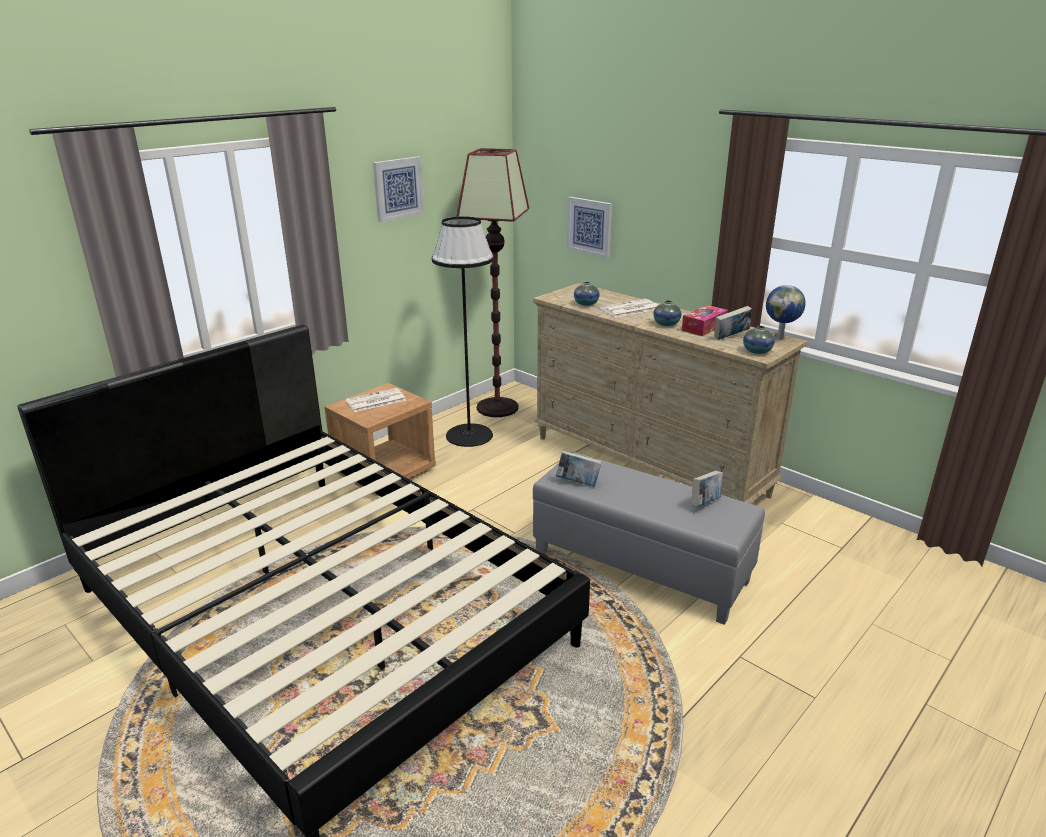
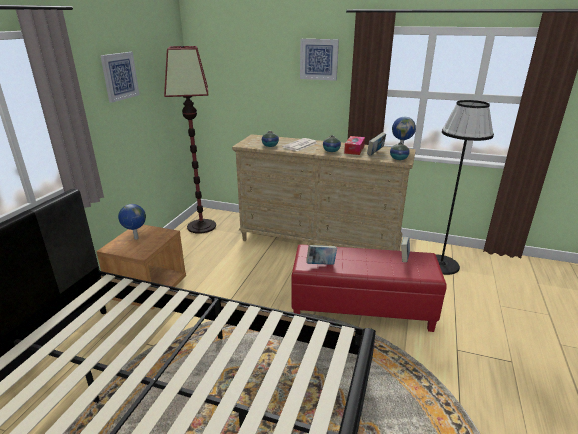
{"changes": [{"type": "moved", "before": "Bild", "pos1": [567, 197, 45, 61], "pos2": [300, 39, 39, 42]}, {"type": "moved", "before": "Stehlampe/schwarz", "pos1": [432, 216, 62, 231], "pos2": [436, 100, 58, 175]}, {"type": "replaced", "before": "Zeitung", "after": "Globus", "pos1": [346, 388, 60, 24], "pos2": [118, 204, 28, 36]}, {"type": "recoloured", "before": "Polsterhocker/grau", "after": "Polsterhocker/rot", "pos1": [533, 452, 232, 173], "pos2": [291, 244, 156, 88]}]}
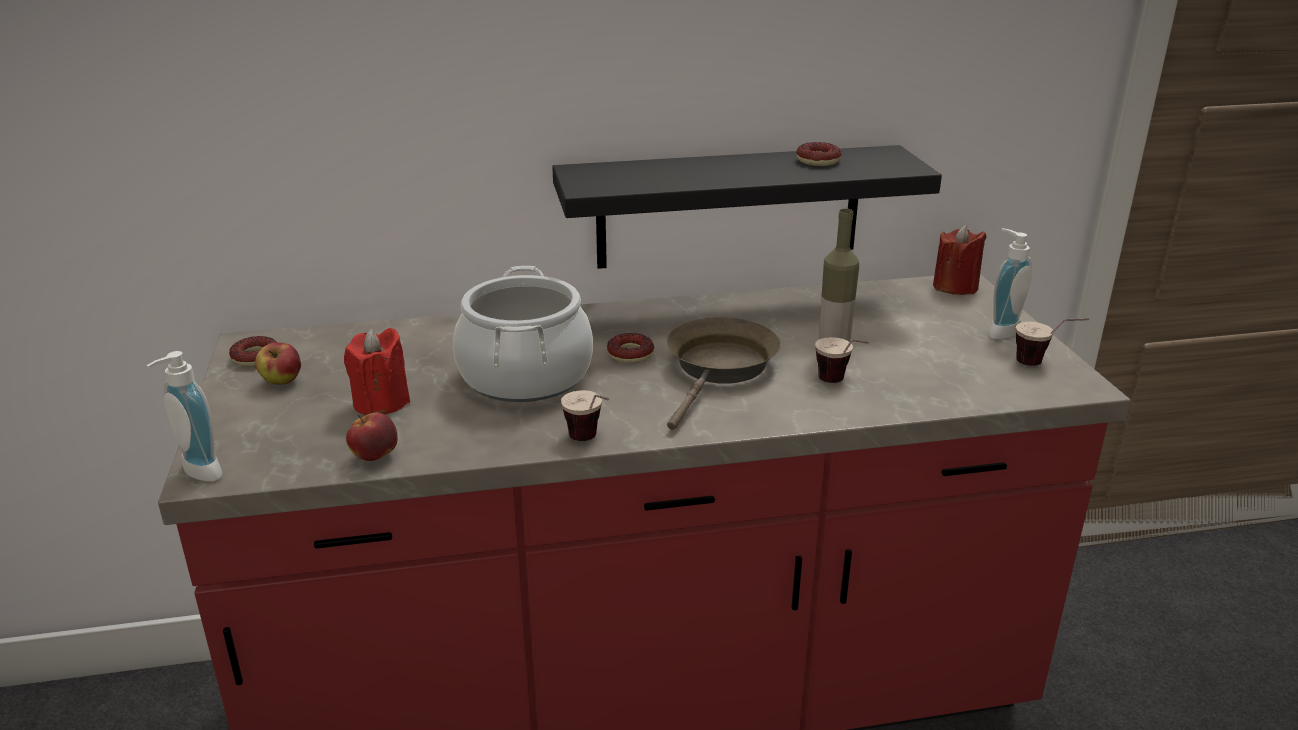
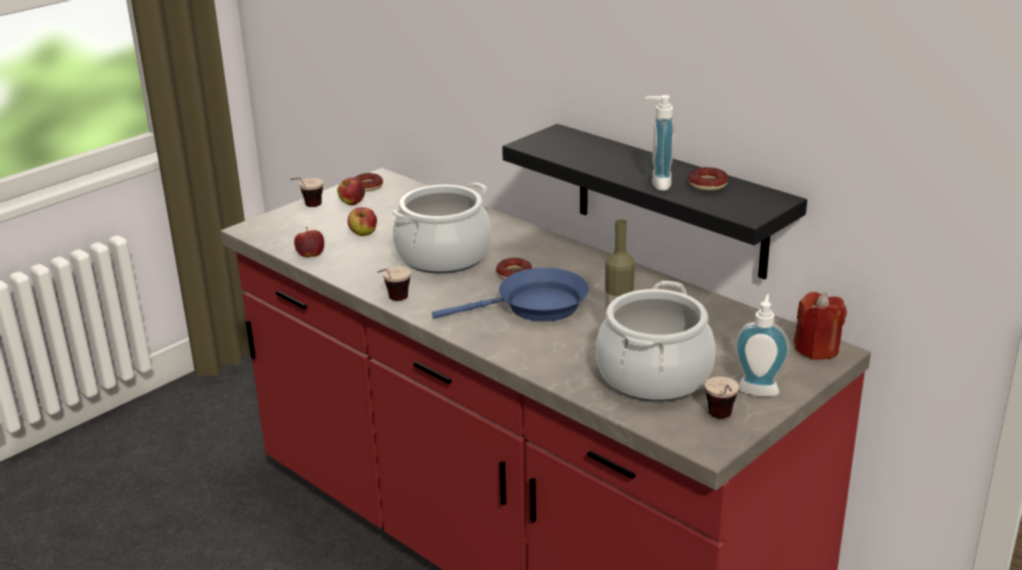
{"changes": [{"type": "recoloured", "before": "Pfanne/braun", "after": "Pfanne/blau", "pos1": [667, 317, 114, 113], "pos2": [432, 268, 157, 53]}, {"type": "replaced", "before": "Kerze/rot", "after": "Apfel", "pos1": [344, 328, 66, 87], "pos2": [348, 207, 29, 29]}, {"type": "moved", "before": "Tasse", "pos1": [815, 337, 54, 46], "pos2": [290, 178, 33, 29]}, {"type": "moved", "before": "Seifenspender", "pos1": [147, 351, 75, 131], "pos2": [645, 95, 29, 96]}, {"type": "added", "after": "Kochtopf", "pos2": [596, 281, 120, 121]}]}
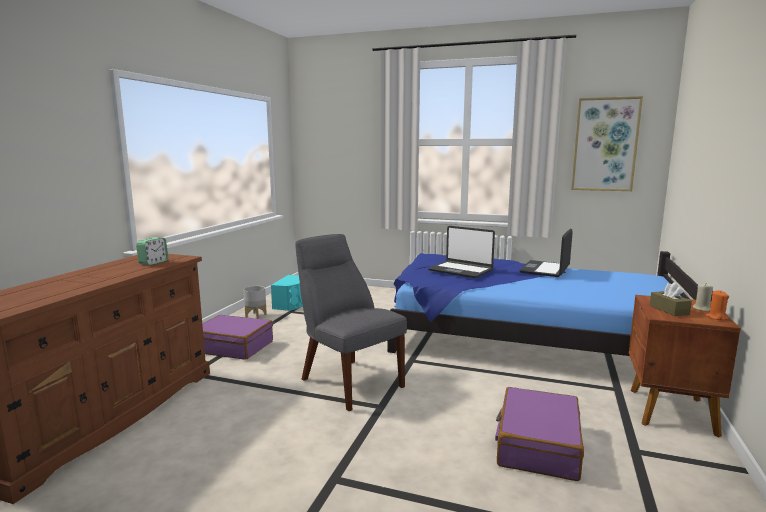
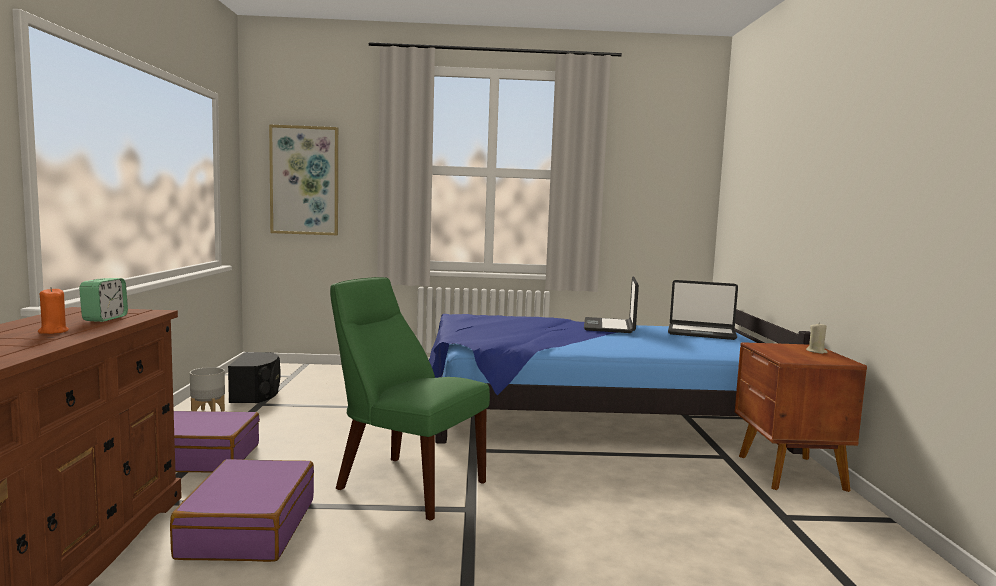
{"changes": [{"type": "moved", "before": "Bild", "pos1": [571, 96, 72, 95], "pos2": [269, 124, 69, 111]}, {"type": "moved", "before": "Laptop", "pos1": [428, 226, 67, 52], "pos2": [668, 280, 70, 60]}, {"type": "recoloured", "before": "Stuhl/grau", "after": "Stuhl/grün", "pos1": [296, 234, 111, 177], "pos2": [330, 277, 160, 244]}, {"type": "recoloured", "before": "Lautsprecher/türkis", "after": "Lautsprecher/schwarz", "pos1": [271, 275, 32, 36], "pos2": [228, 352, 53, 51]}, {"type": "removed", "before": "Taschentuchbox/braun", "pos1": [650, 282, 42, 34]}, {"type": "moved", "before": "Kerze/orange", "pos1": [705, 290, 24, 30], "pos2": [38, 287, 31, 47]}, {"type": "moved", "before": "Koffer/lila", "pos1": [495, 387, 89, 94], "pos2": [170, 459, 144, 103]}]}
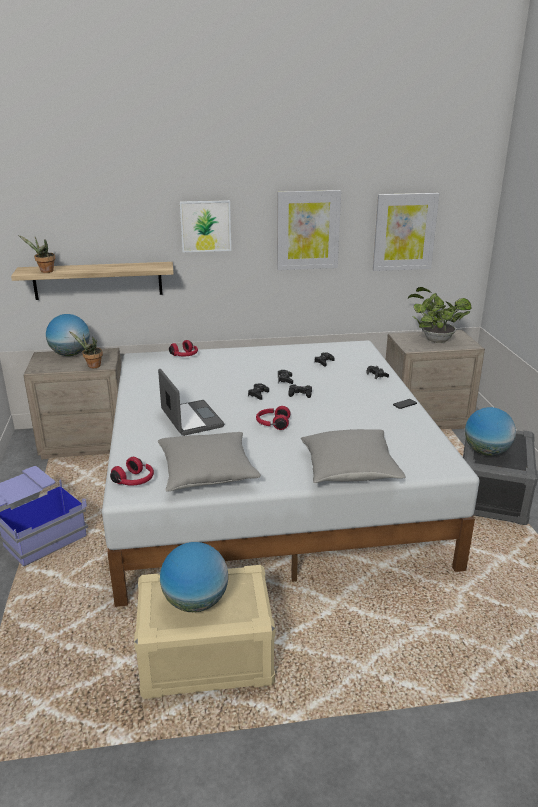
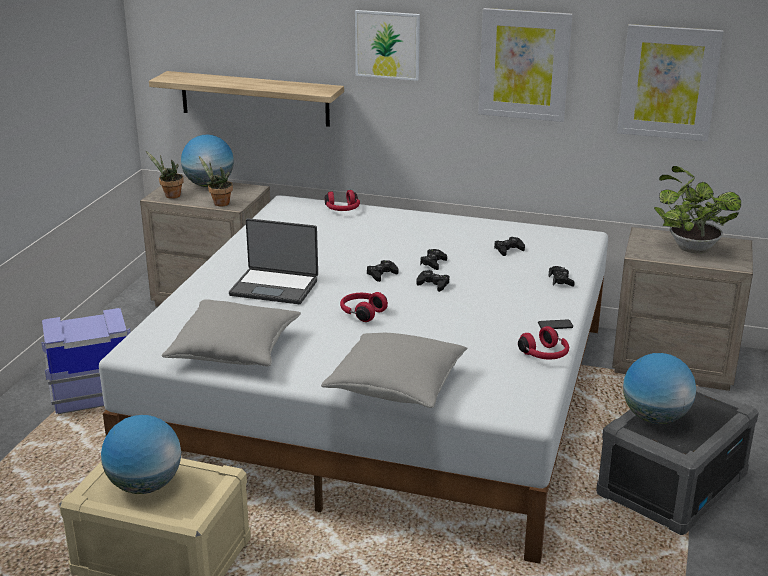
{"changes": [{"type": "moved", "before": "Topfpflanze", "pos1": [18, 235, 37, 38], "pos2": [146, 151, 38, 48]}, {"type": "turned", "before": "Laptop", "pos1": [158, 369, 66, 67], "pos2": [229, 218, 89, 86], "turn": 105}, {"type": "moved", "before": "Kopfhörer/rot", "pos1": [110, 457, 44, 29], "pos2": [518, 326, 51, 34]}]}
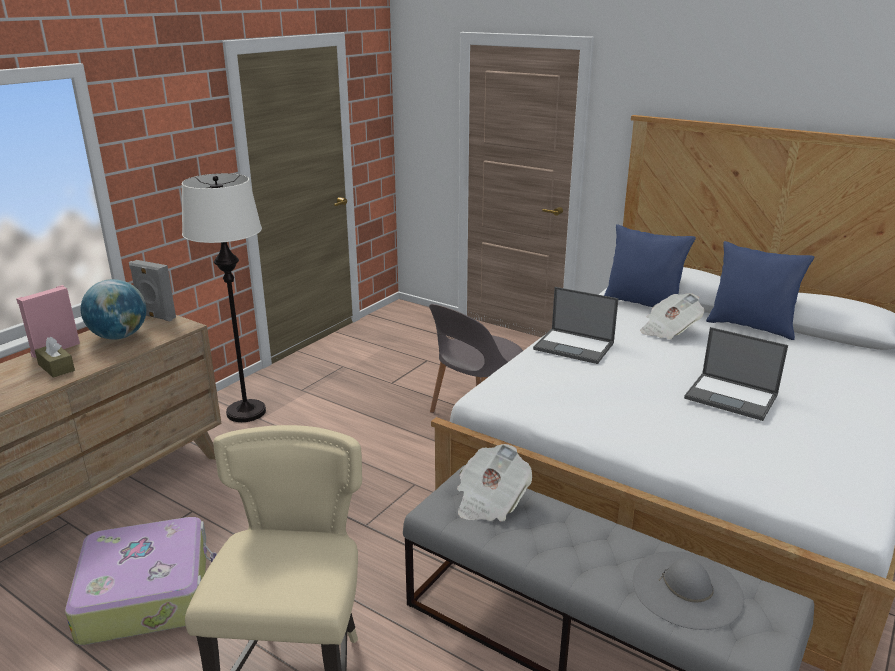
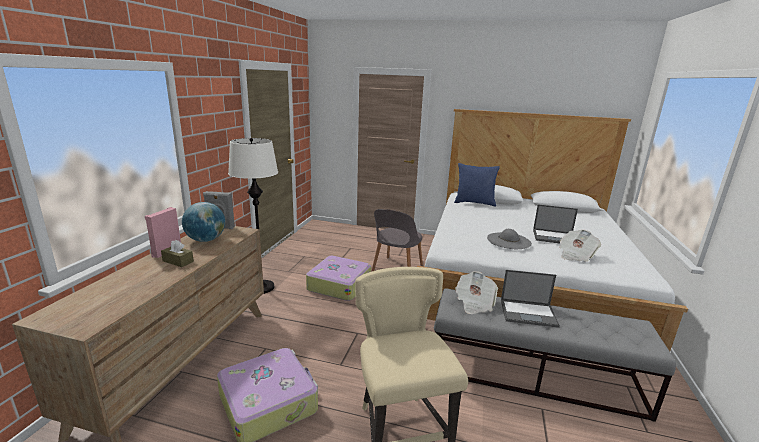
{"changes": [{"type": "removed", "before": "Kissen/blau", "pos1": [706, 241, 108, 99]}, {"type": "moved", "before": "Laptop", "pos1": [533, 287, 86, 77], "pos2": [501, 270, 59, 58]}, {"type": "moved", "before": "Zeitung", "pos1": [640, 293, 64, 46], "pos2": [559, 230, 42, 32]}, {"type": "moved", "before": "Hut/grau", "pos1": [633, 551, 111, 79], "pos2": [487, 229, 45, 20]}, {"type": "added", "after": "Koffer", "pos2": [306, 256, 65, 45]}]}
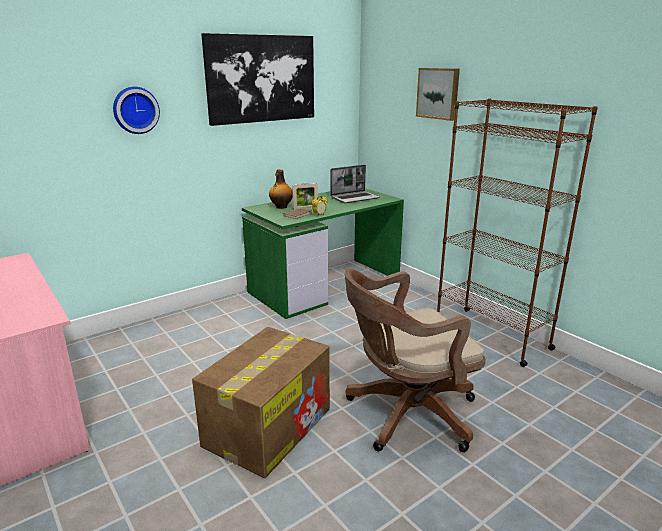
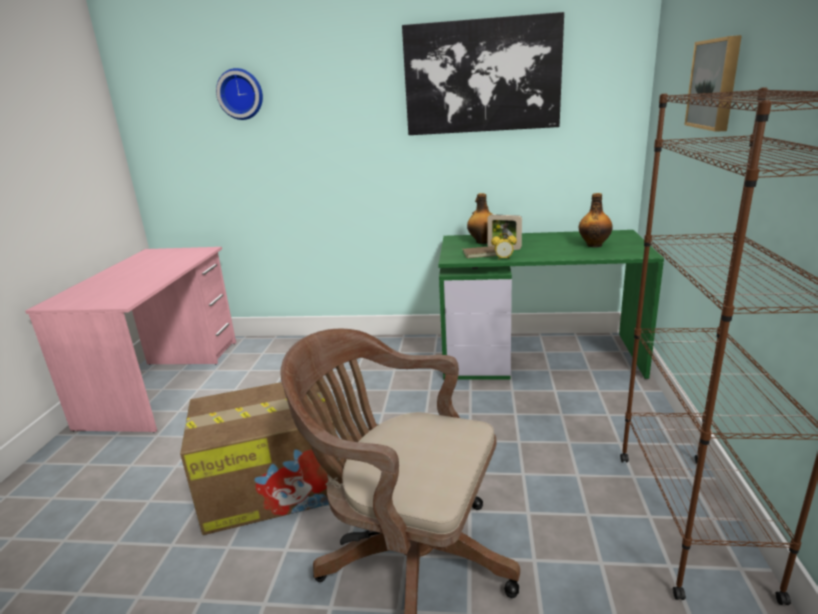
{"changes": [{"type": "moved", "before": "Wanduhr", "pos1": [113, 87, 47, 47], "pos2": [216, 68, 47, 52]}, {"type": "replaced", "before": "Laptop", "after": "Flasche", "pos1": [330, 165, 50, 38], "pos2": [579, 193, 34, 55]}]}
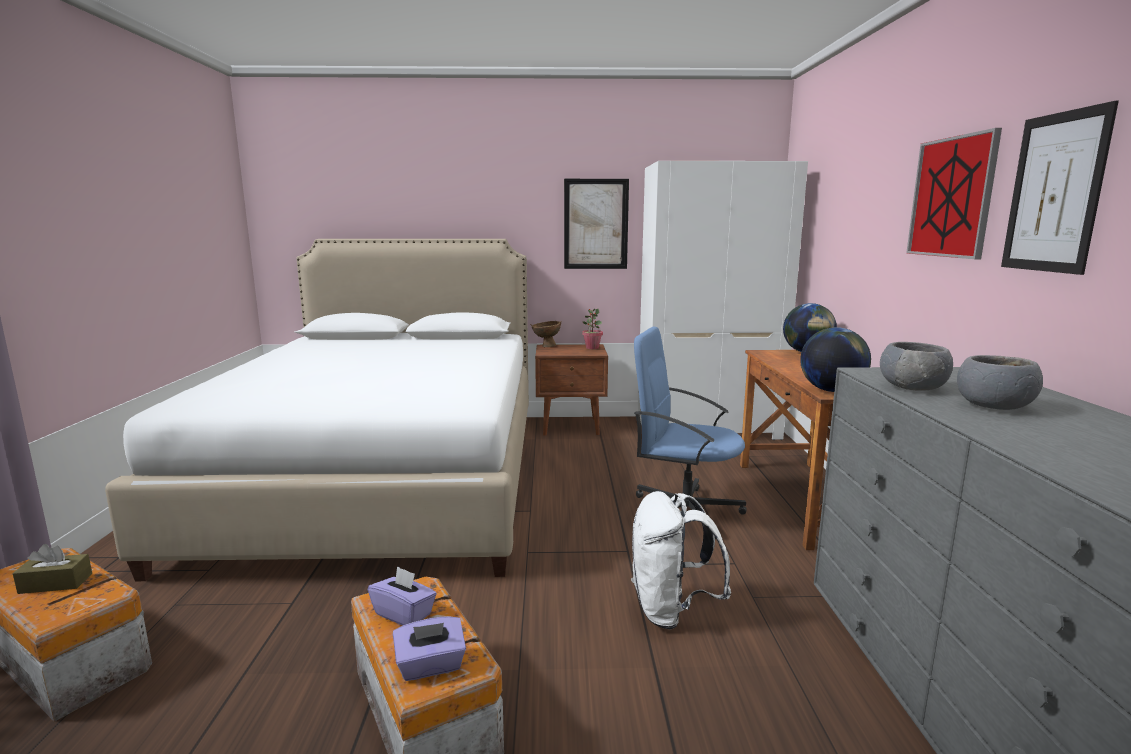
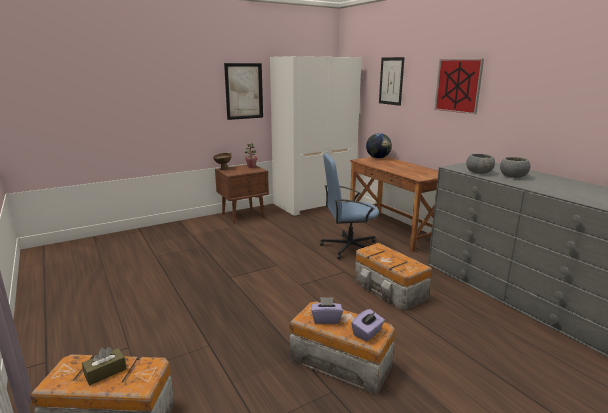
{"changes": [{"type": "moved", "before": "Bild", "pos1": [1001, 101, 118, 174], "pos2": [379, 57, 26, 49]}, {"type": "removed", "before": "Bett/weiß", "pos1": [105, 239, 424, 342]}, {"type": "removed", "before": "Globus", "pos1": [800, 327, 71, 65]}, {"type": "replaced", "before": "Rucksack/weiß", "after": "Aufbewahrungsbox", "pos1": [631, 491, 100, 139], "pos2": [355, 243, 77, 68]}]}
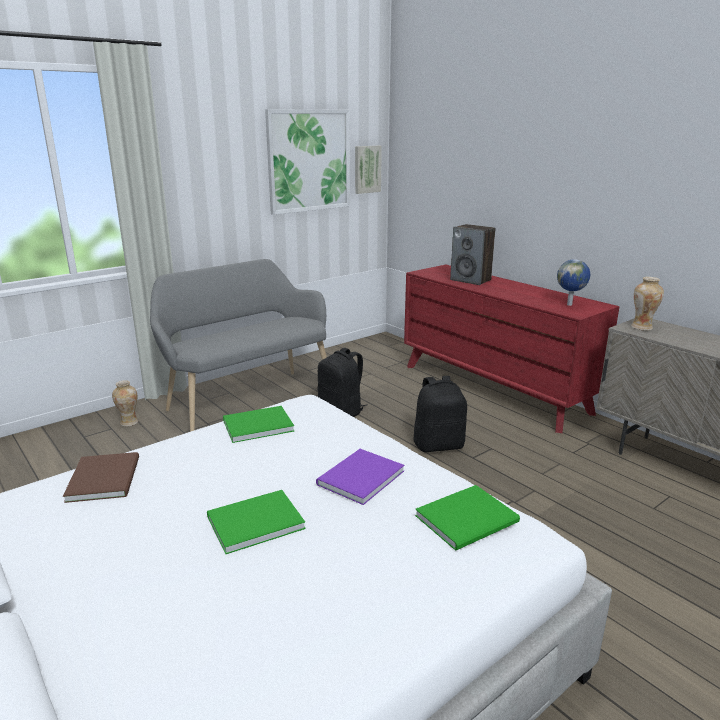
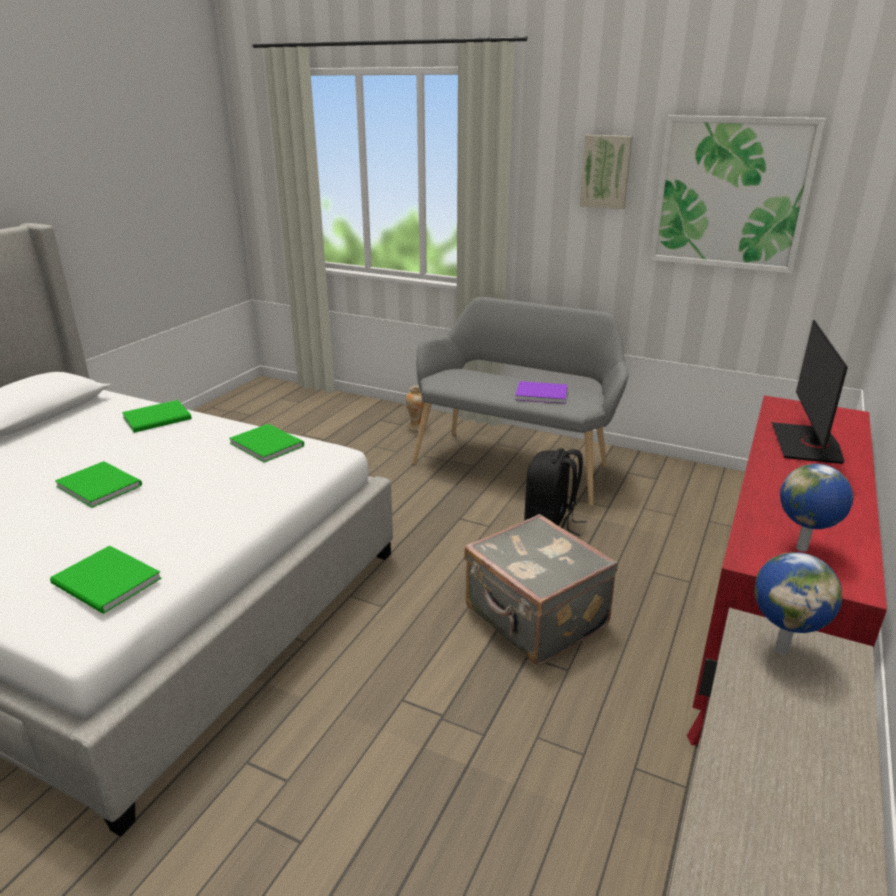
{"changes": [{"type": "moved", "before": "Bild", "pos1": [355, 146, 27, 48], "pos2": [580, 135, 53, 74]}, {"type": "replaced", "before": "Lautsprecher", "after": "Monitor", "pos1": [450, 224, 45, 61], "pos2": [771, 320, 77, 144]}, {"type": "replaced", "before": "Vase", "after": "Globus", "pos1": [631, 277, 33, 54], "pos2": [754, 552, 88, 103]}, {"type": "replaced", "before": "Rucksack/schwarz", "after": "Koffer/grau", "pos1": [414, 376, 53, 76], "pos2": [464, 514, 154, 151]}, {"type": "moved", "before": "Buch/lila", "pos1": [316, 449, 88, 56], "pos2": [515, 381, 52, 23]}, {"type": "recoloured", "before": "Buch/braun", "after": "Buch/grün", "pos1": [63, 452, 76, 51], "pos2": [122, 400, 70, 33]}]}
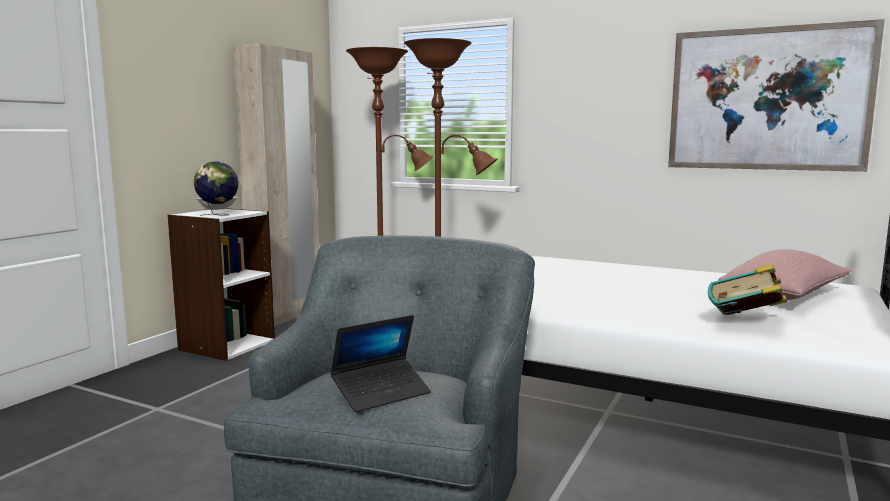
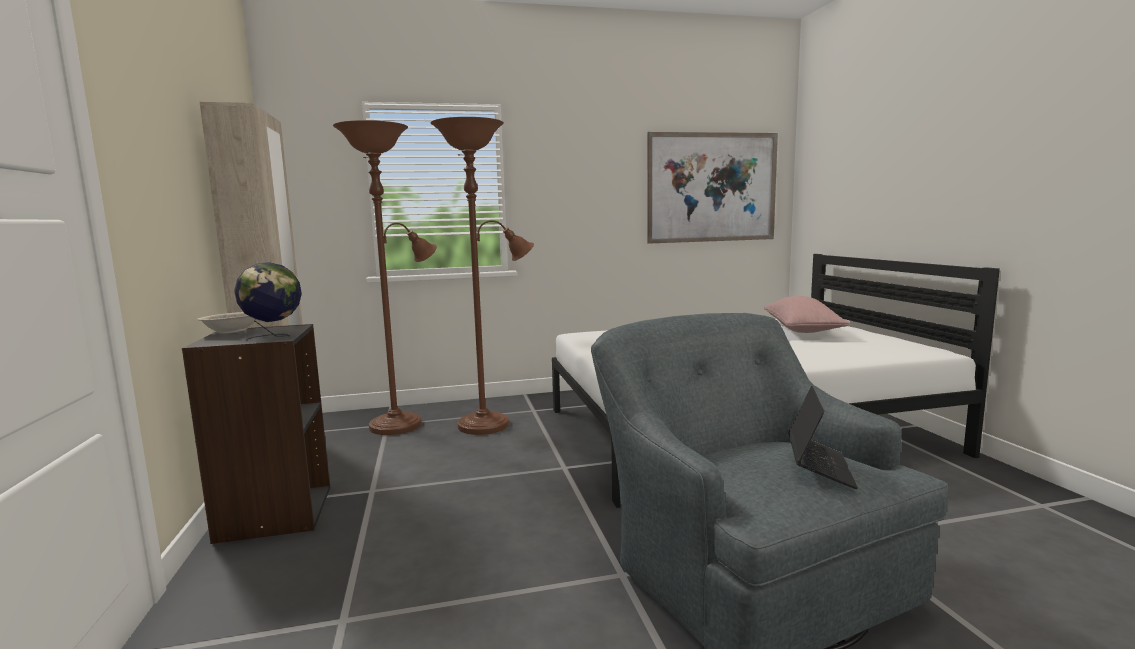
{"changes": [{"type": "recoloured", "before": "Bücherregal/weiß", "after": "Bücherregal/schwarz", "pos1": [167, 208, 108, 153], "pos2": [182, 324, 148, 220]}, {"type": "removed", "before": "Buch", "pos1": [708, 264, 79, 51]}]}
